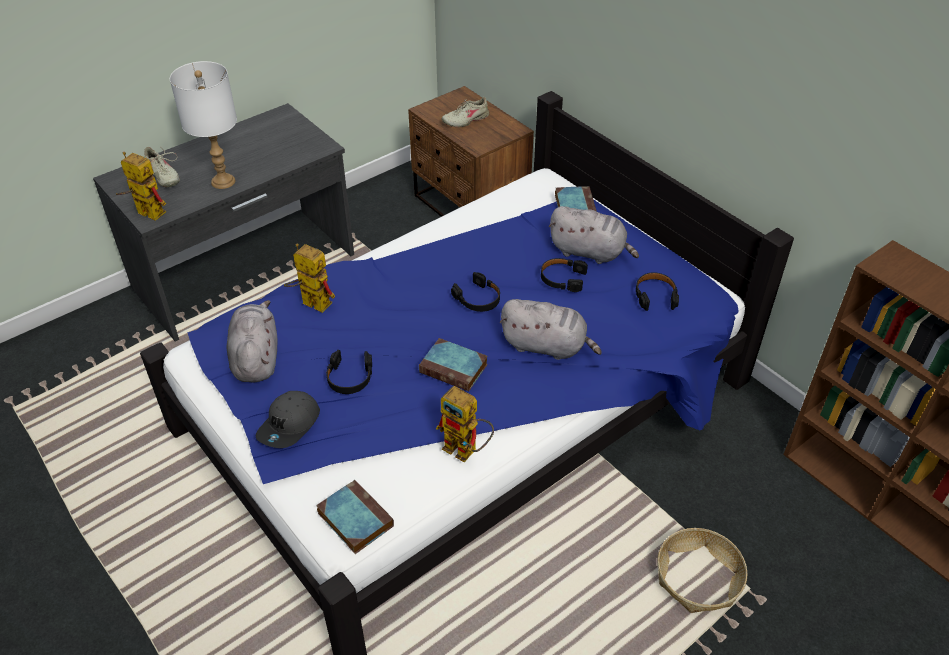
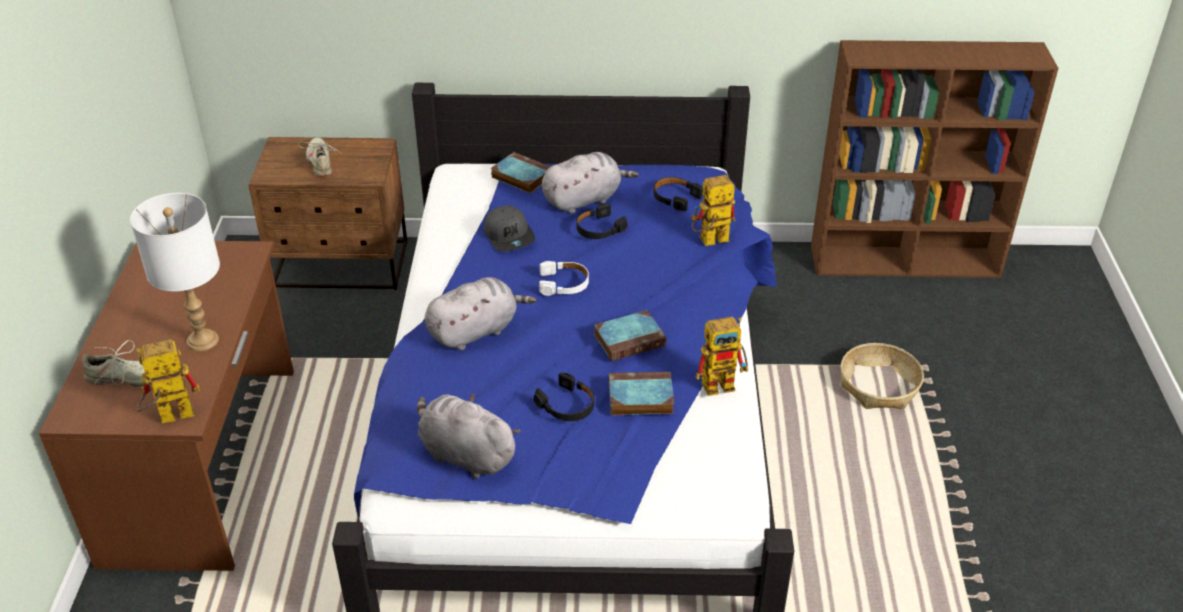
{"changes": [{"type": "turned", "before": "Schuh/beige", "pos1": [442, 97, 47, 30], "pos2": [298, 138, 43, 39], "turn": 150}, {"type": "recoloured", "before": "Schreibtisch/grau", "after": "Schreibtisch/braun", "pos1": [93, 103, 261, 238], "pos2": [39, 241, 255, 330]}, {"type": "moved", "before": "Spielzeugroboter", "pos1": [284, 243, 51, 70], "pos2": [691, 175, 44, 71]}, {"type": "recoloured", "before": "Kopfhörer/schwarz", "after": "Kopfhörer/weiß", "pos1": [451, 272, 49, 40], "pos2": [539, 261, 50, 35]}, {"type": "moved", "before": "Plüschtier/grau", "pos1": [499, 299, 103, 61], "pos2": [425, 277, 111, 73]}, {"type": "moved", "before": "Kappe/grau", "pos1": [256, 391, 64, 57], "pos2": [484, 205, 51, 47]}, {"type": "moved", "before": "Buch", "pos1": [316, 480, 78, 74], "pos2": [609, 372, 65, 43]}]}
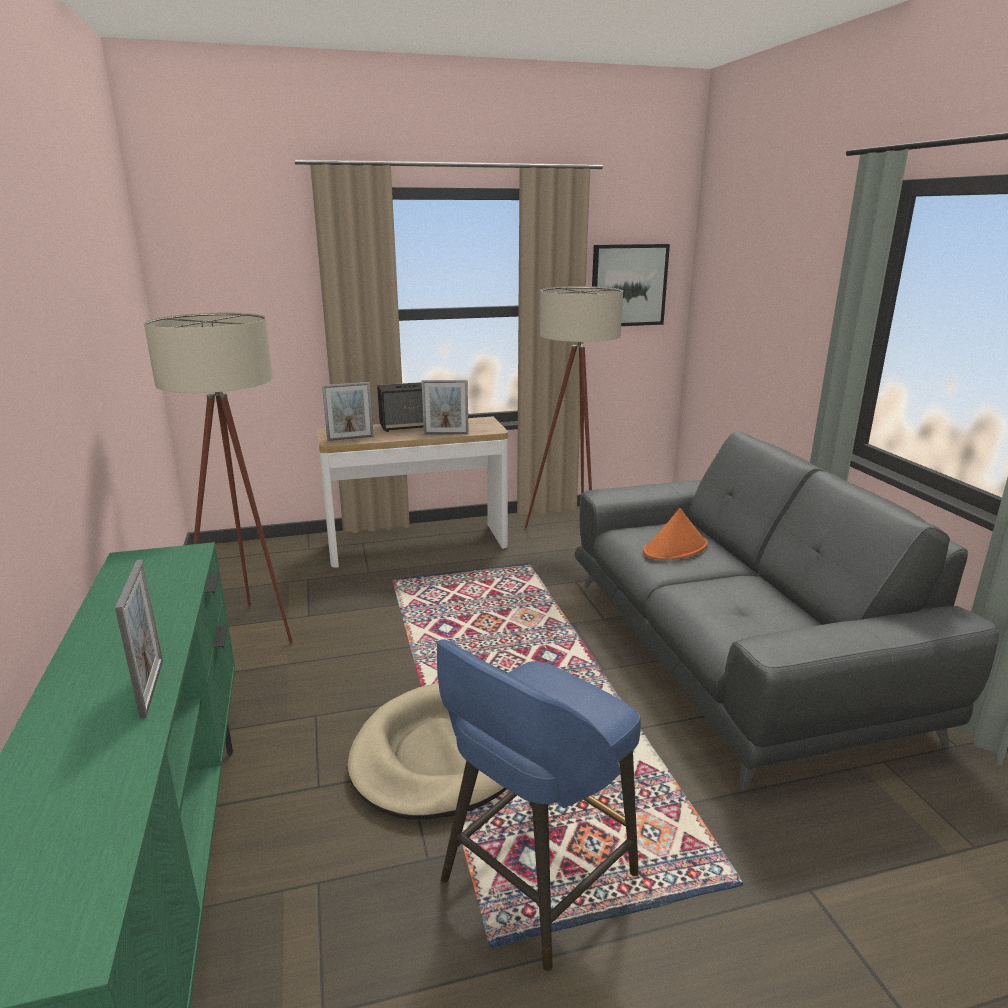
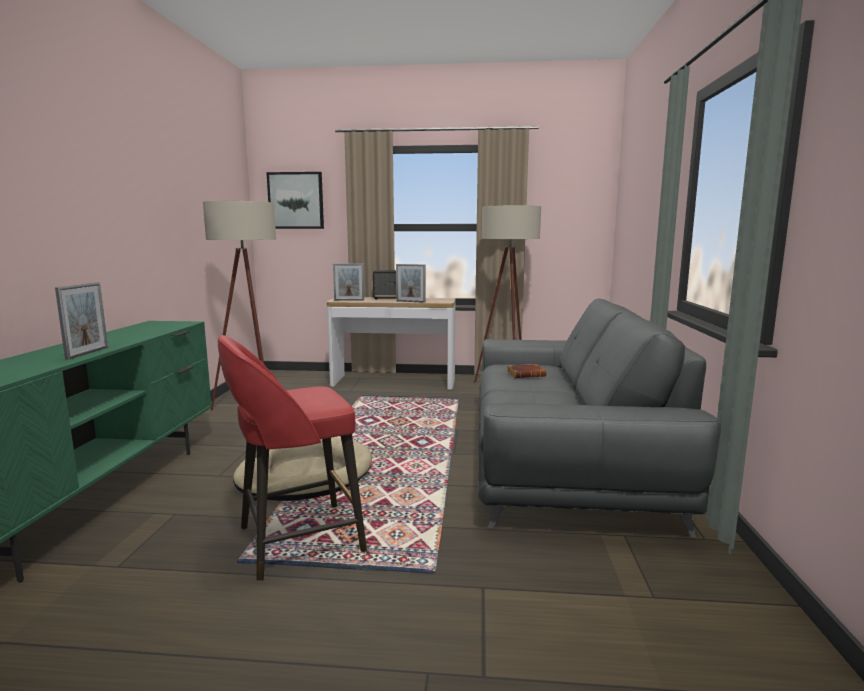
{"changes": [{"type": "moved", "before": "Bild", "pos1": [592, 244, 78, 82], "pos2": [266, 172, 58, 57]}, {"type": "replaced", "before": "Hut/orange", "after": "Buch/braun", "pos1": [643, 508, 65, 52], "pos2": [507, 364, 39, 14]}, {"type": "recoloured", "before": "Hocker/blau", "after": "Hocker/rot", "pos1": [437, 639, 204, 332], "pos2": [218, 335, 149, 246]}]}
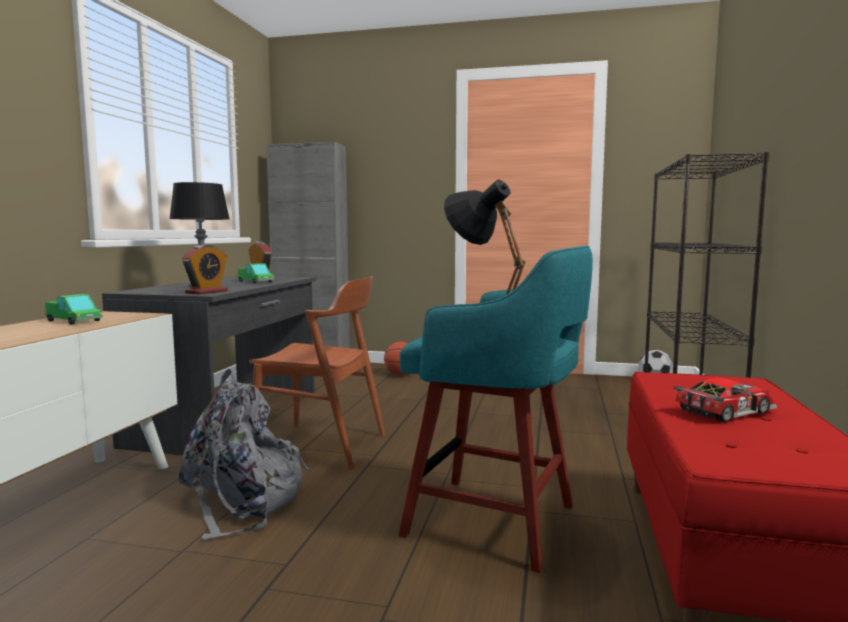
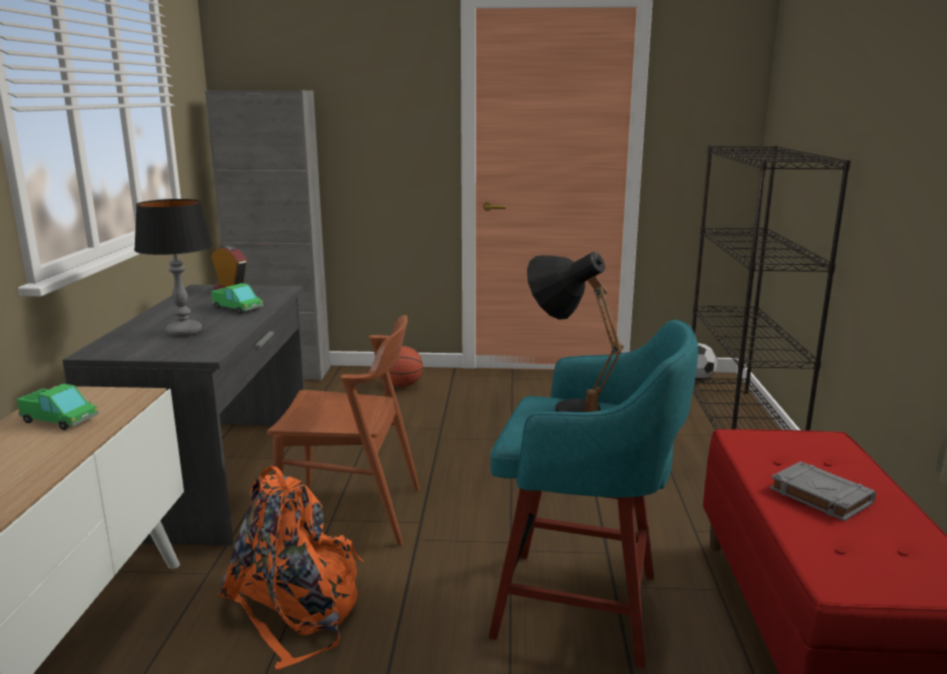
{"changes": [{"type": "removed", "before": "Wecker", "pos1": [182, 245, 46, 49]}, {"type": "recoloured", "before": "Rucksack/grau", "after": "Rucksack/orange", "pos1": [179, 368, 130, 172], "pos2": [219, 466, 144, 204]}, {"type": "replaced", "before": "Spielzeugauto", "after": "Buch/grau", "pos1": [674, 377, 103, 45], "pos2": [770, 461, 106, 60]}]}
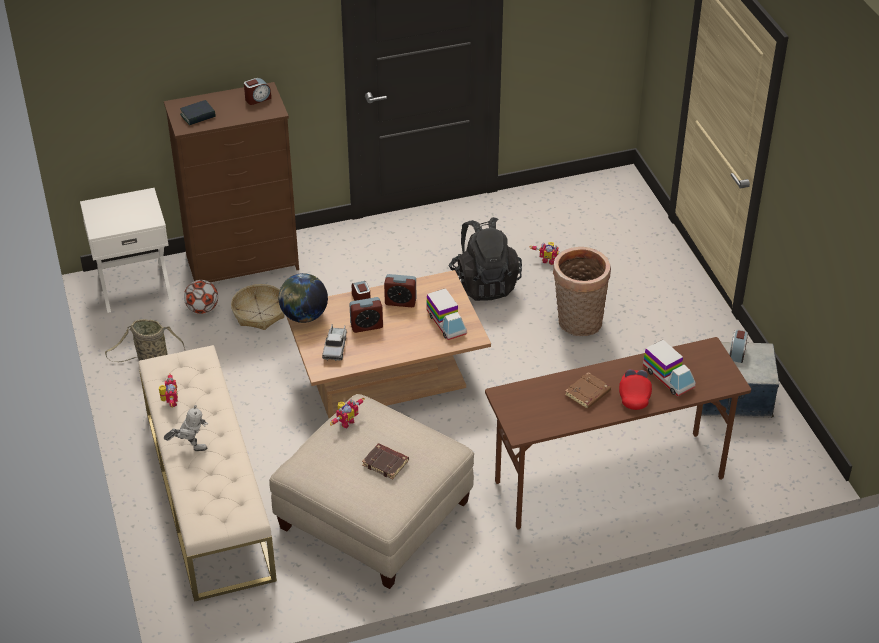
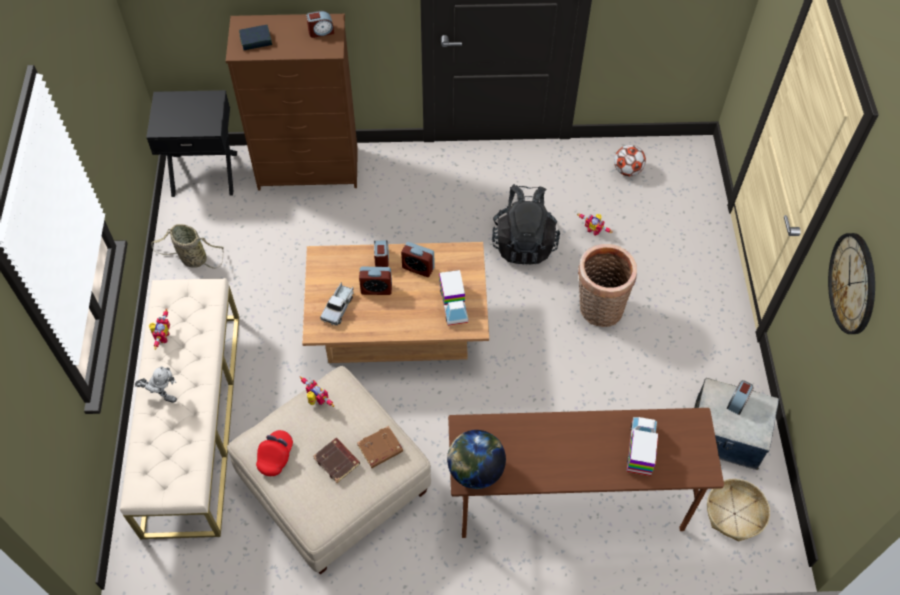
{"changes": [{"type": "recoloured", "before": "Nachttisch/weiß", "after": "Nachttisch/schwarz", "pos1": [80, 188, 92, 125], "pos2": [146, 90, 91, 107]}, {"type": "moved", "before": "Globus", "pos1": [278, 273, 50, 50], "pos2": [447, 430, 59, 59]}, {"type": "moved", "before": "Fußball", "pos1": [184, 280, 34, 34], "pos2": [614, 145, 32, 31]}, {"type": "moved", "before": "Korb", "pos1": [231, 284, 54, 46], "pos2": [707, 479, 63, 62]}, {"type": "turned", "before": "Spielzeuglaster", "pos1": [643, 340, 53, 56], "pos2": [627, 417, 31, 59], "turn": -150}, {"type": "moved", "before": "Kappe/rot", "pos1": [619, 369, 33, 41], "pos2": [256, 430, 37, 46]}, {"type": "moved", "before": "Buch/braun", "pos1": [565, 372, 46, 37], "pos2": [357, 426, 46, 42]}, {"type": "turned", "before": "Spielzeugroboter", "pos1": [330, 398, 34, 30], "pos2": [300, 377, 34, 30], "turn": -105}, {"type": "added", "after": "Wanduhr", "pos2": [828, 233, 47, 101]}]}
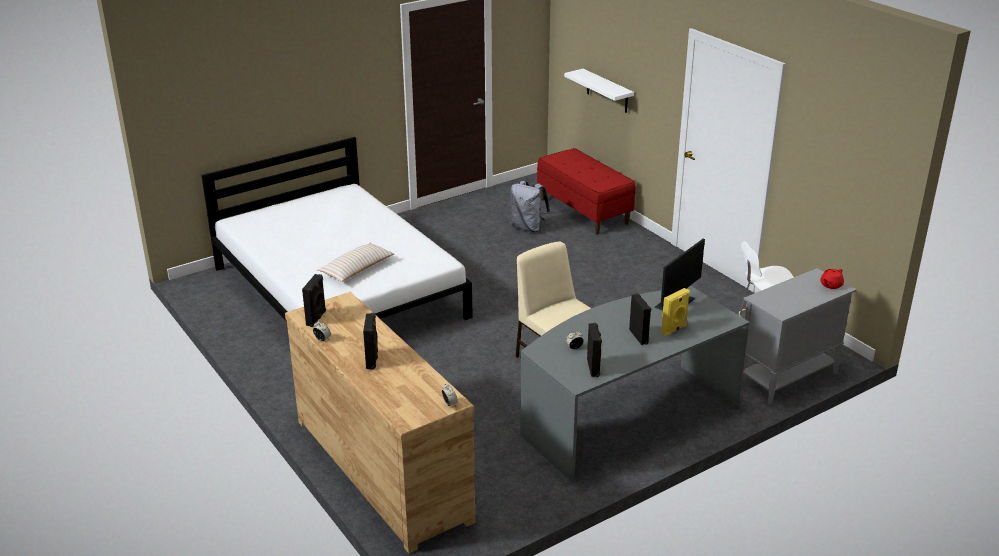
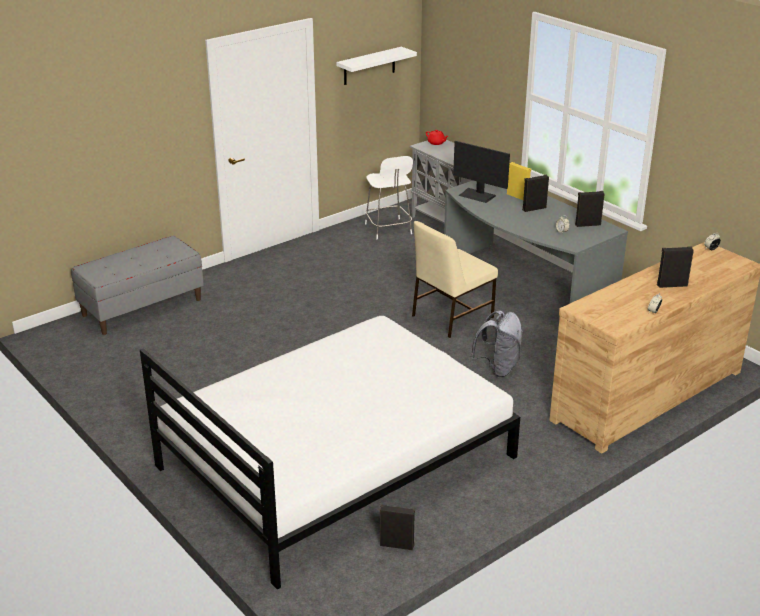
{"changes": [{"type": "moved", "before": "Wandregal/weiß", "pos1": [564, 69, 70, 44], "pos2": [336, 47, 81, 38]}, {"type": "recoloured", "before": "Bank/rot", "after": "Bank/grau", "pos1": [537, 148, 99, 87], "pos2": [71, 236, 133, 99]}, {"type": "moved", "before": "Rucksack/grau", "pos1": [510, 181, 40, 51], "pos2": [471, 311, 52, 66]}, {"type": "removed", "before": "Kissen/beige", "pos1": [317, 243, 78, 39]}, {"type": "moved", "before": "Lautsprecher/schwarz", "pos1": [302, 274, 24, 53], "pos2": [380, 505, 35, 45]}]}
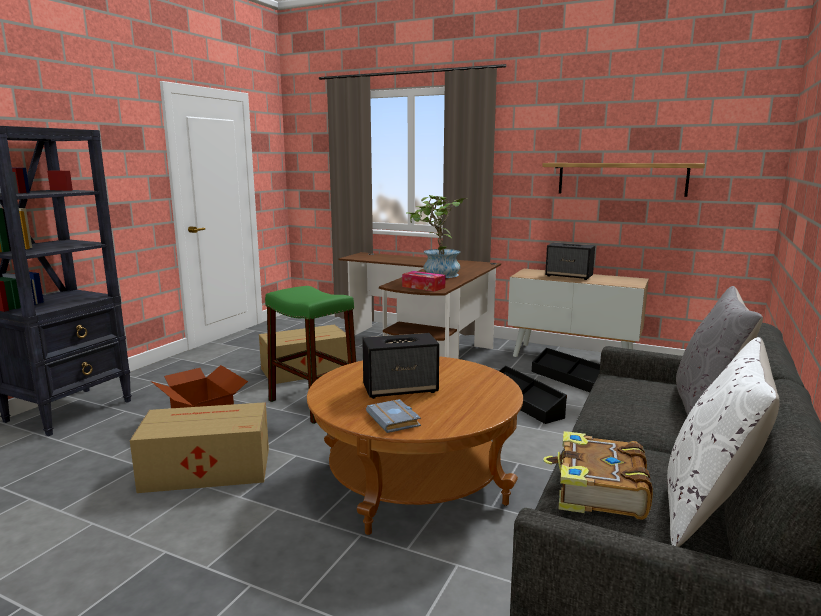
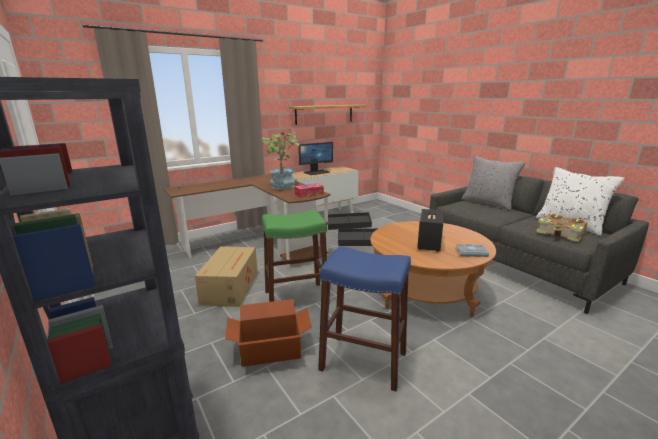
{"changes": [{"type": "replaced", "before": "Lautsprecher", "after": "Monitor", "pos1": [545, 242, 50, 38], "pos2": [298, 142, 35, 33]}, {"type": "replaced", "before": "Karton", "after": "Hocker/blau", "pos1": [130, 402, 139, 91], "pos2": [318, 246, 93, 145]}]}
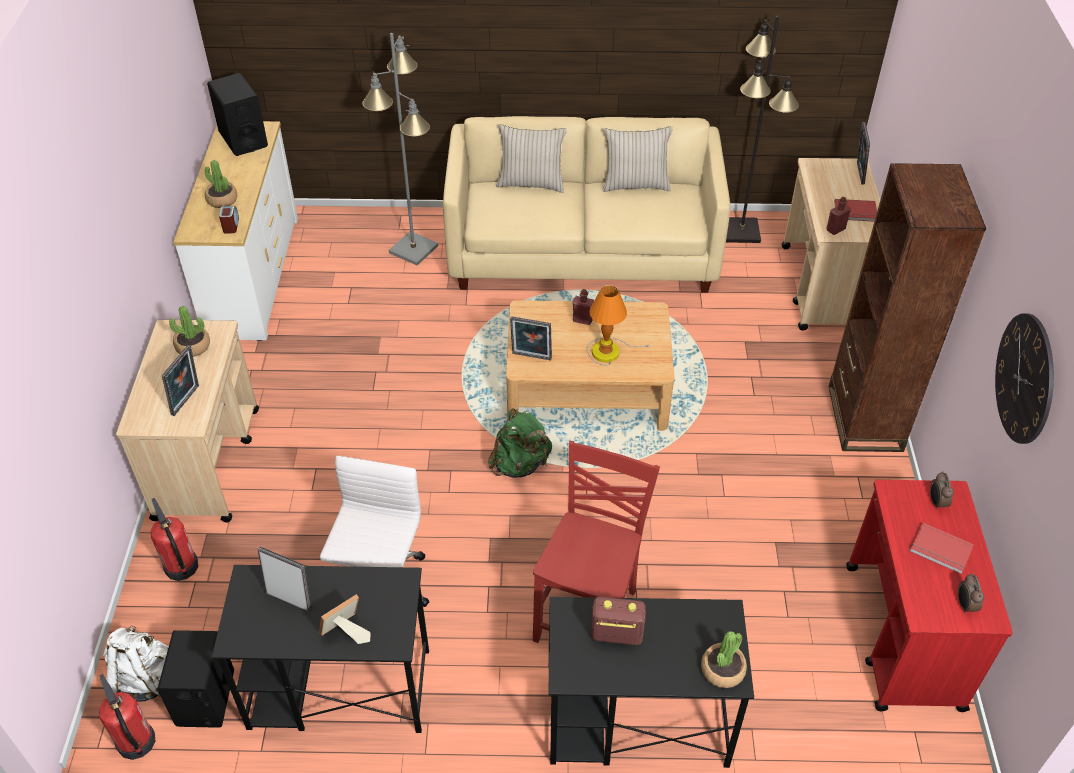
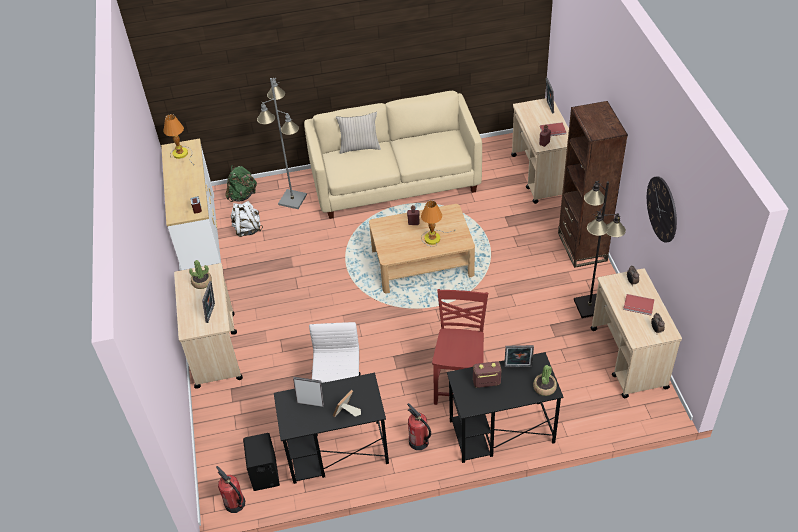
{"changes": [{"type": "moved", "before": "Stehlampe/schwarz", "pos1": [726, 16, 73, 227], "pos2": [574, 180, 52, 138]}, {"type": "replaced", "before": "Lautsprecher/schwarz", "after": "Tischlampe", "pos1": [207, 73, 61, 83], "pos2": [163, 114, 31, 51]}, {"type": "removed", "before": "Kissen/beige", "pos1": [602, 126, 71, 66]}, {"type": "removed", "before": "Topfpflanze", "pos1": [205, 160, 32, 48]}, {"type": "moved", "before": "Bilderrahmen", "pos1": [510, 316, 42, 44], "pos2": [504, 345, 30, 22]}, {"type": "moved", "before": "Rucksack/grün", "pos1": [488, 408, 64, 70], "pos2": [225, 165, 32, 37]}, {"type": "recoloured", "before": "Rollwagen/rot", "after": "Rollwagen/beige", "pos1": [846, 480, 167, 232], "pos2": [591, 268, 91, 130]}, {"type": "moved", "before": "Feuerlöscher", "pos1": [151, 498, 47, 83], "pos2": [407, 403, 24, 47]}, {"type": "moved", "before": "Rucksack/weiß", "pos1": [103, 625, 66, 77], "pos2": [231, 201, 32, 36]}]}
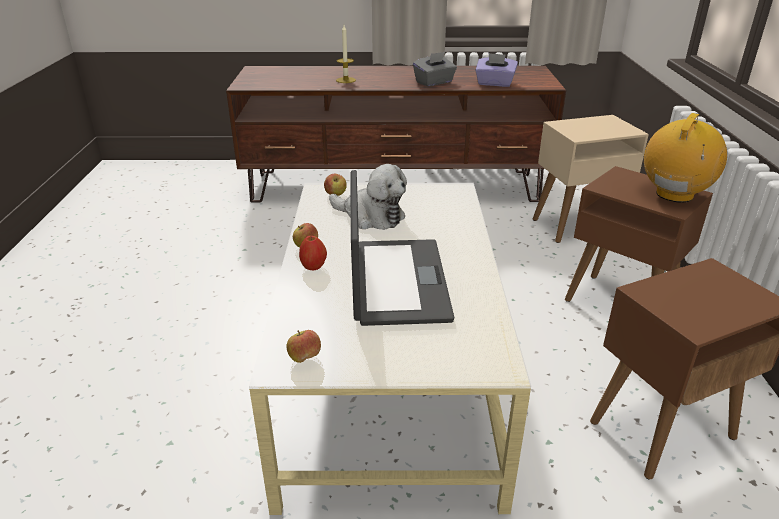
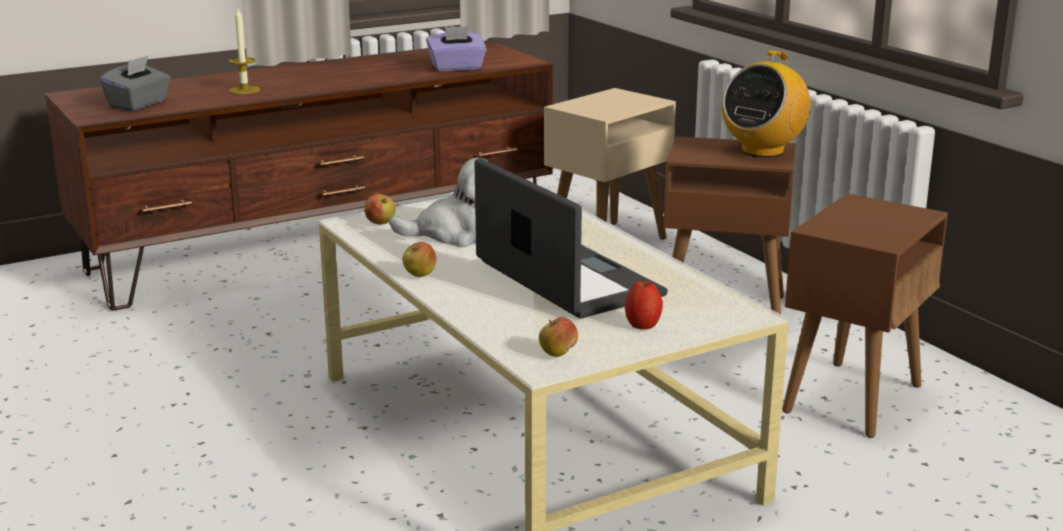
{"changes": [{"type": "moved", "before": "Taschentuchbox/grau", "pos1": [413, 52, 44, 35], "pos2": [100, 55, 71, 56]}, {"type": "turned", "before": "Radio", "pos1": [644, 113, 83, 90], "pos2": [722, 50, 89, 107], "turn": -150}, {"type": "moved", "before": "Apfel", "pos1": [299, 236, 28, 34], "pos2": [625, 281, 38, 48]}]}
